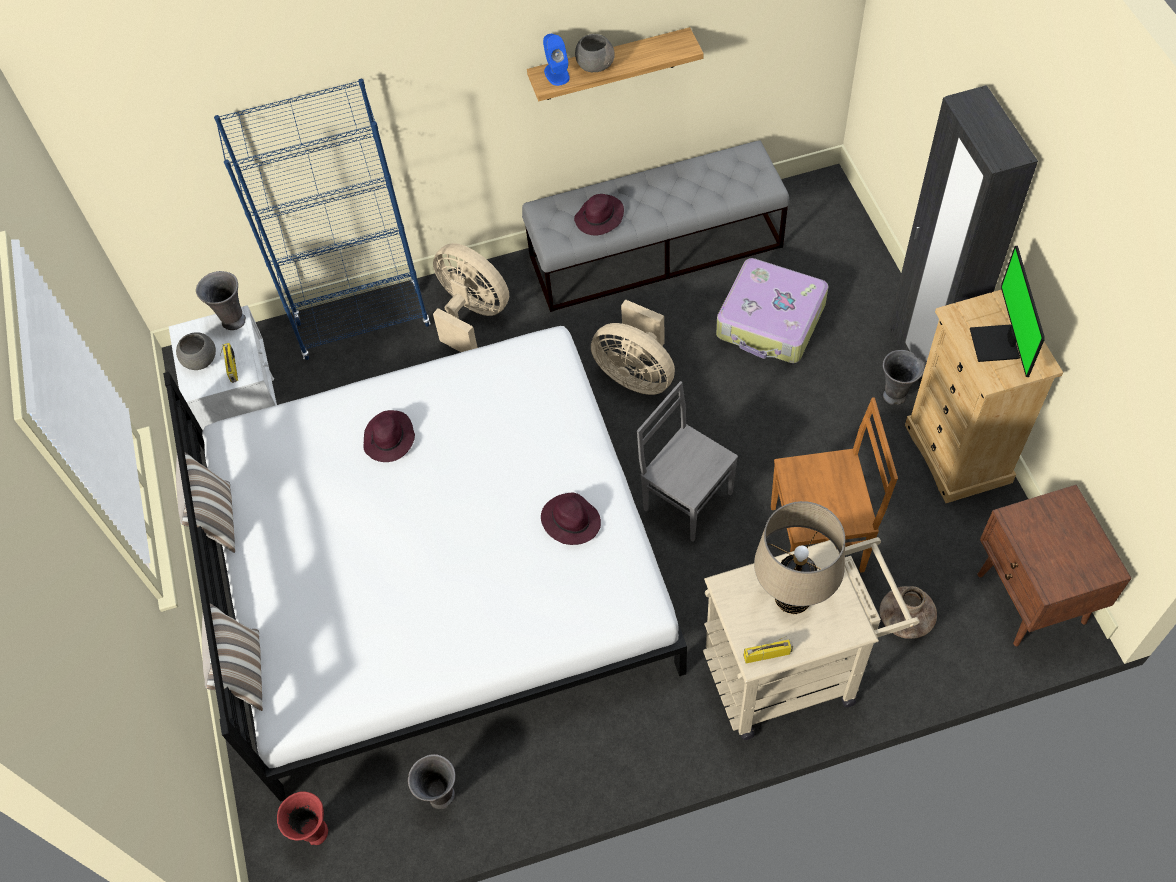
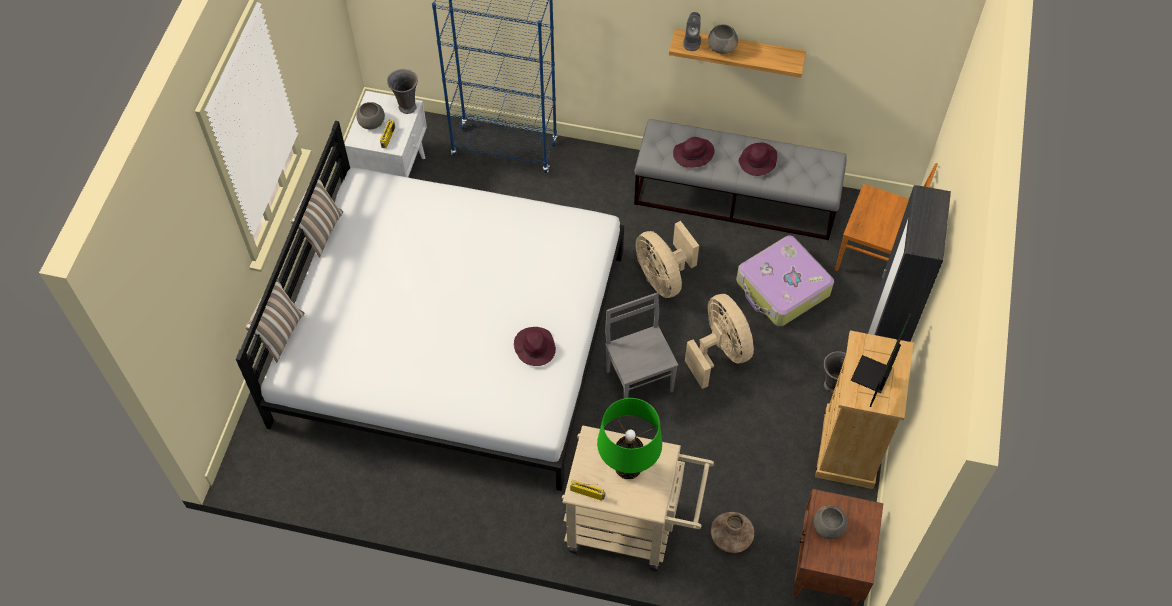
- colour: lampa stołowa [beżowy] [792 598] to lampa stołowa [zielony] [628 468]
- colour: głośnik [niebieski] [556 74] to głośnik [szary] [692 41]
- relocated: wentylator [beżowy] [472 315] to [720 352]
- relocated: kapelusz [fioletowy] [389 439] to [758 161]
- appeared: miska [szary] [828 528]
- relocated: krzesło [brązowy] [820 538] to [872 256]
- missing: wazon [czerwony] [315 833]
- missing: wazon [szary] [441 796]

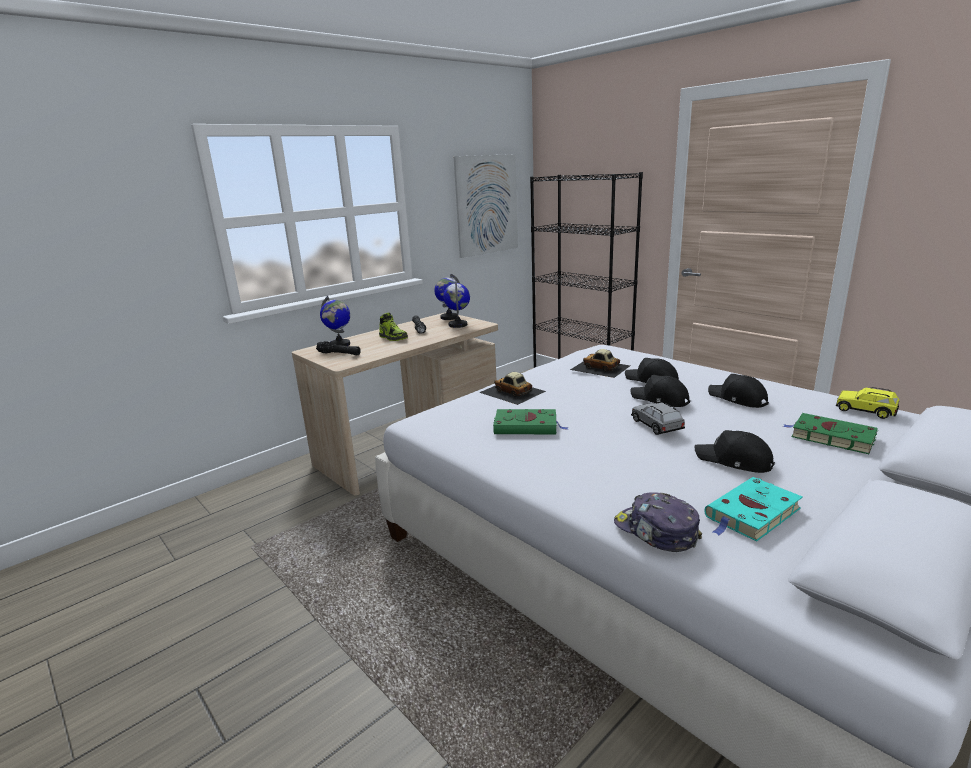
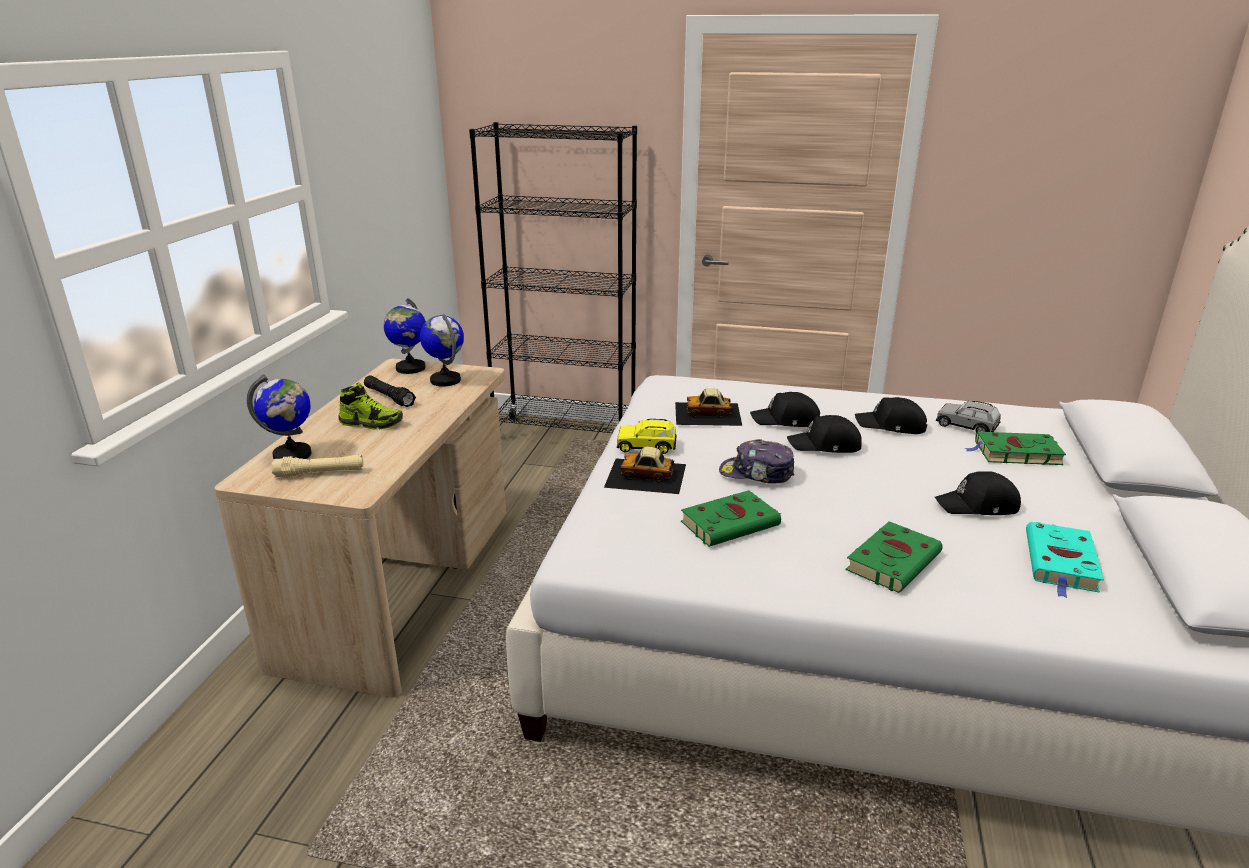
- colour: latarka [czarny] [339 354] to latarka [beżowy] [320 473]
- relocated: samochodzik [żółty] [866 411] to [646 446]
- relocated: czapka z daszkiem [655 532] to [756 473]
- appeared: książka [zielony] [894 561]
- relocated: samochodzik [szary] [656 426] to [966 426]
- missing: obraz [487 205]

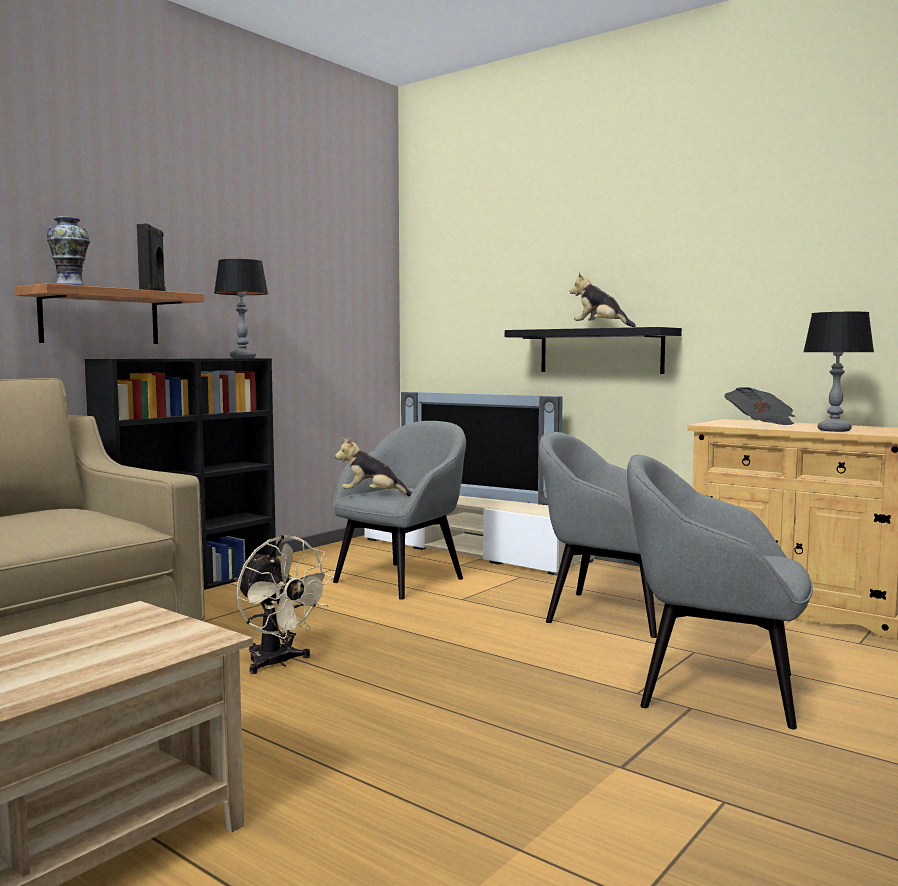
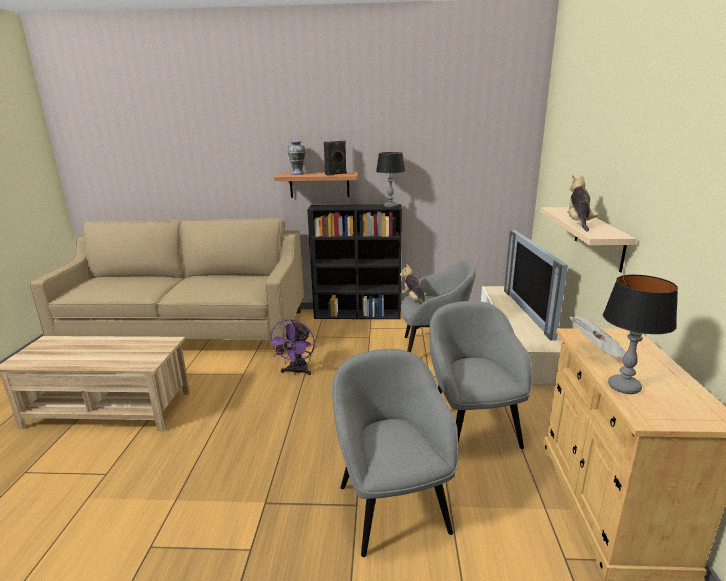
- colour: wentylator [beżowy] [277 663] to wentylator [fioletowy] [296 372]
- colour: półka [czarny] [600 351] to półka [beżowy] [599 237]

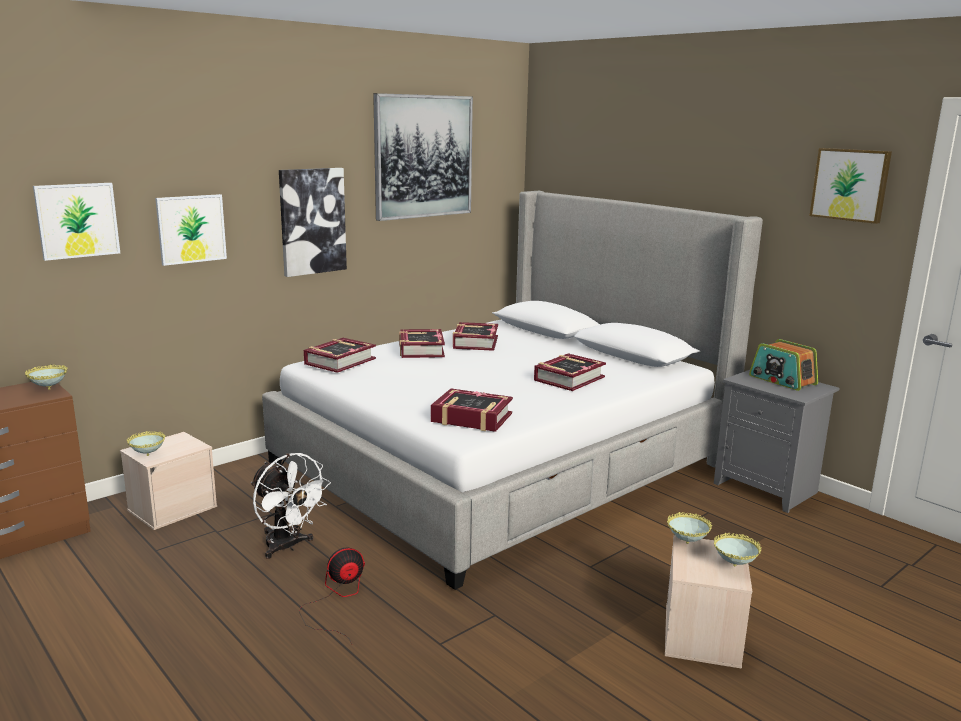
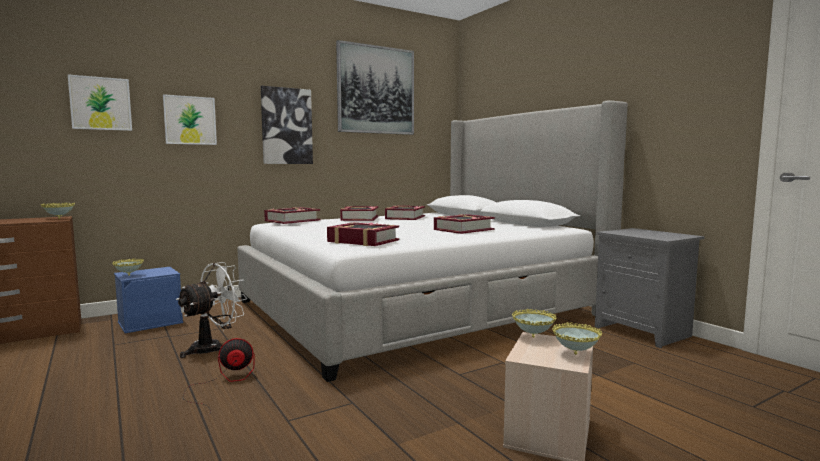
- colour: pojemnik do przechowywania [beżowy] [173 508] to pojemnik do przechowywania [niebieski] [151 322]
- spun: wentylator [biały] [287 547] = [213 348] 105 degrees counterclockwise
- missing: radio [782 380]
- missing: obraz [850 184]

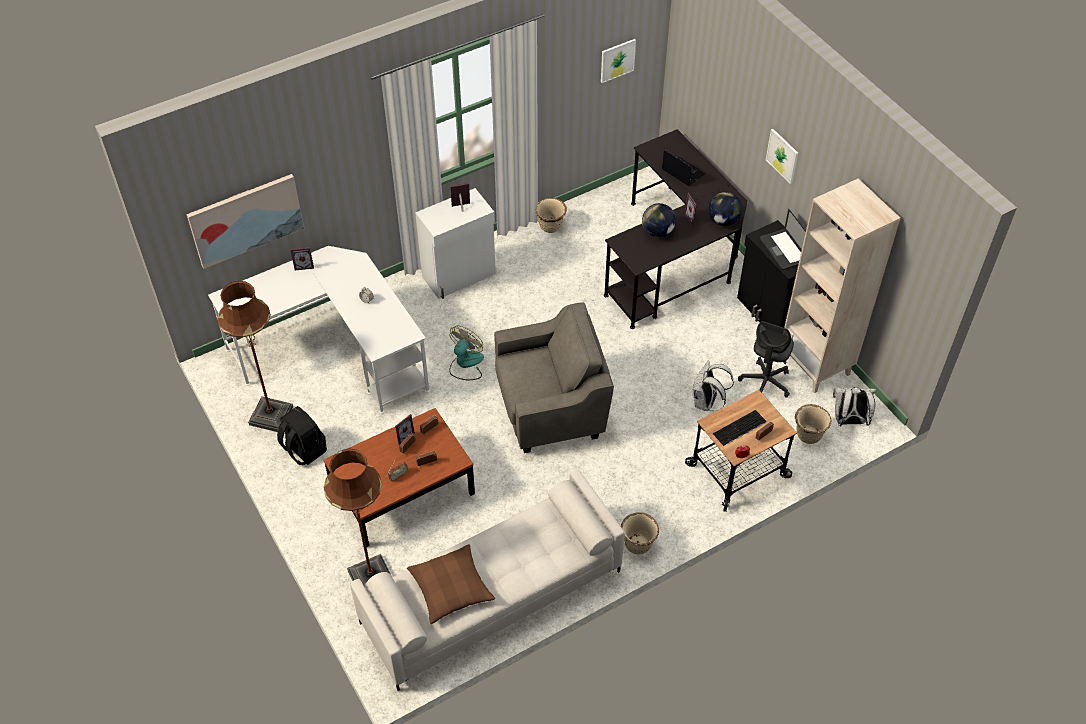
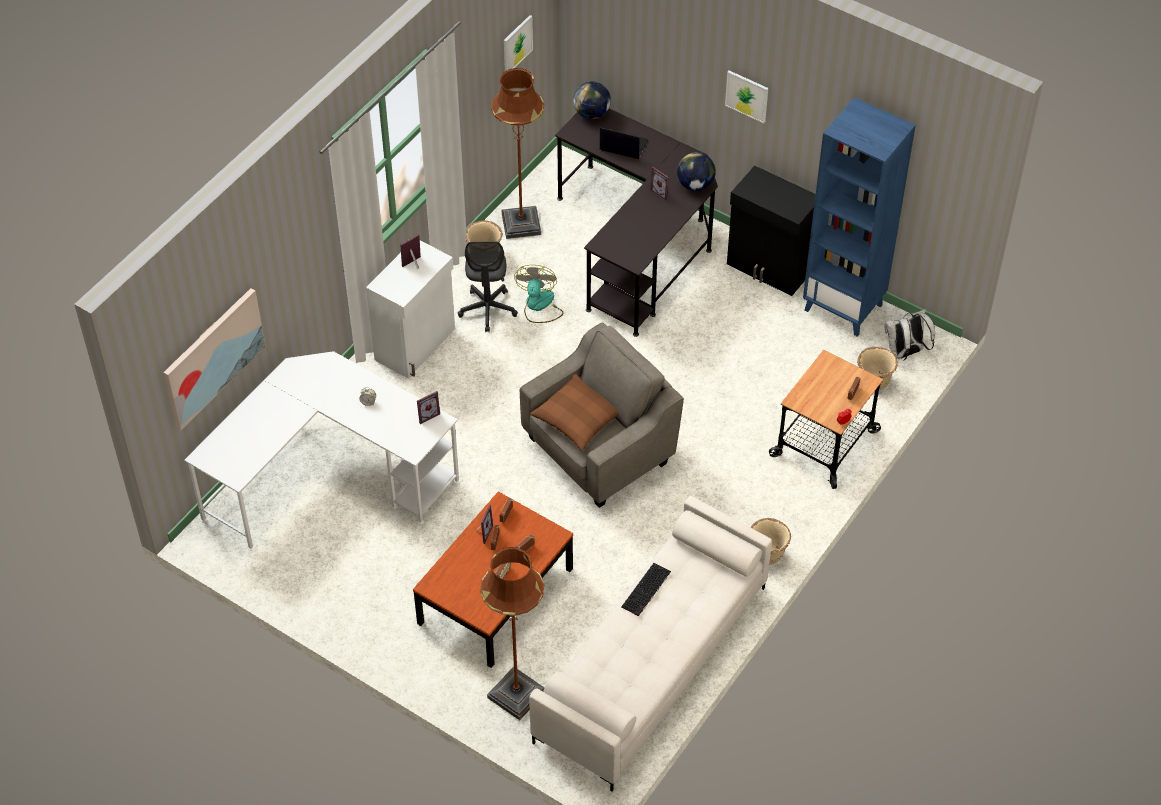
- relocated: ramka na zdjęcie [304 265] to [426 414]
- relocated: krzesło biurowe [szary] [765 383] to [488 310]
- relocated: lampa stojąca [brązowy] [271 416] to [521 224]
- relocated: wentylator [466 364] to [539 306]
- relocated: poduszka [brązowy] [451 588] to [578 418]
- relocated: globus [657 232] to [592 113]
- relocated: klawiatura [739 428] to [646 590]
- colour: regał [beżowy] [816 365] to regał [niebieski] [844 307]
- missing: plecak [czarny] [303 450]
- missing: plecak [biały] [706 403]
- missing: laptop [783 250]

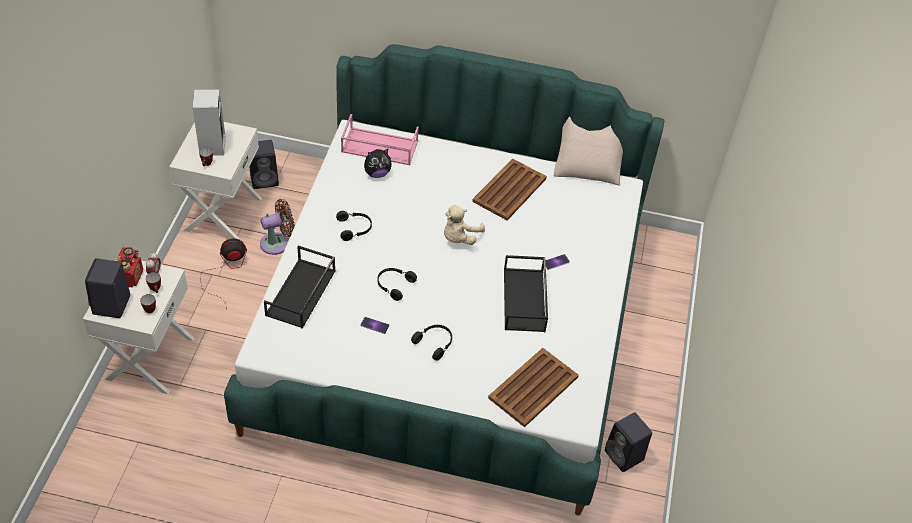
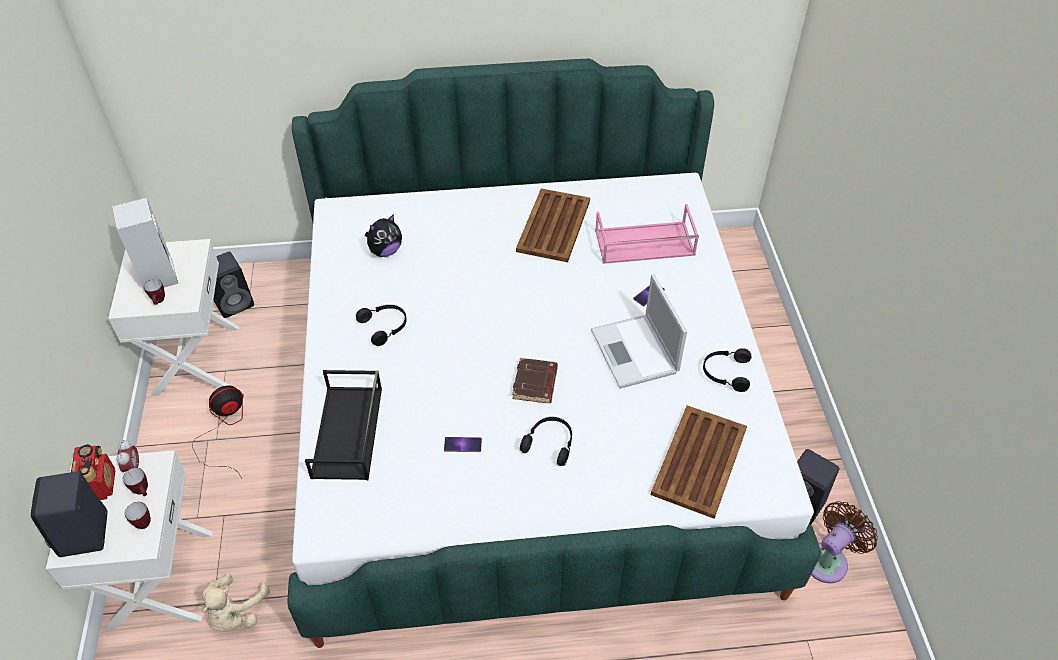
- relocated: pluszak [beżowy] [459 237] to [236 614]
- appeared: książka [brązowy] [535 384]
- exchanged: taca [czarny] [525 300] to laptop [635 352]
- relocated: taca [różowy] [378 147] to [643 244]
- relocated: słuchawki [czarny] [394 285] to [725 373]
- relocated: wentylator [brązowy] [278 243] to [829 560]
- missing: poduszka [beżowy] [588 167]

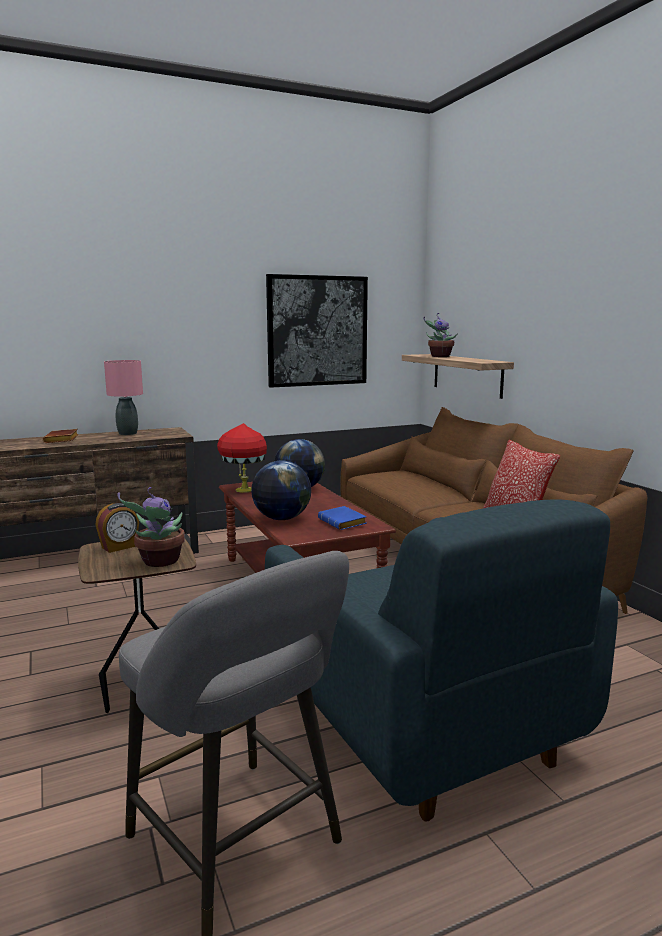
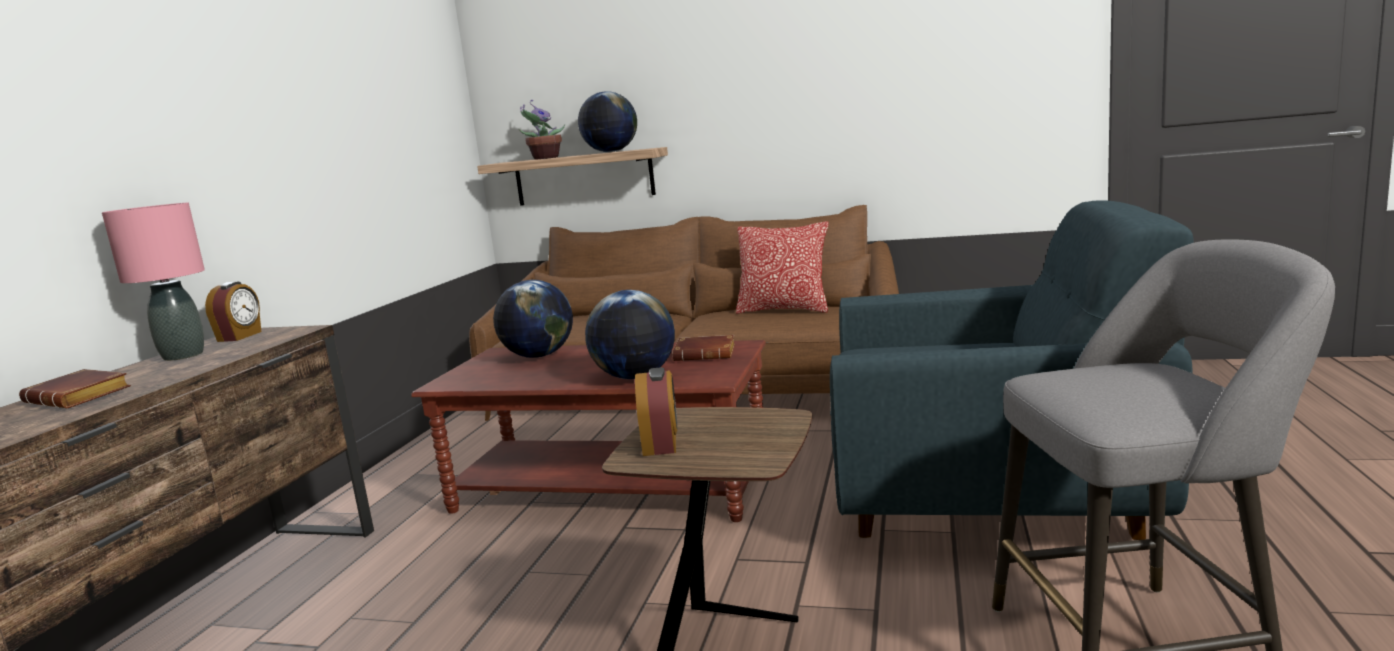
- appeared: budzik [240 336]
- appeared: globus [611 152]
- colour: książka [niebieski] [344 522] to książka [brązowy] [706 354]
- missing: roślina doniczkowa [159 562]
- missing: lampa stołowa [czerwony] [243 490]
- missing: obraz [317 331]

